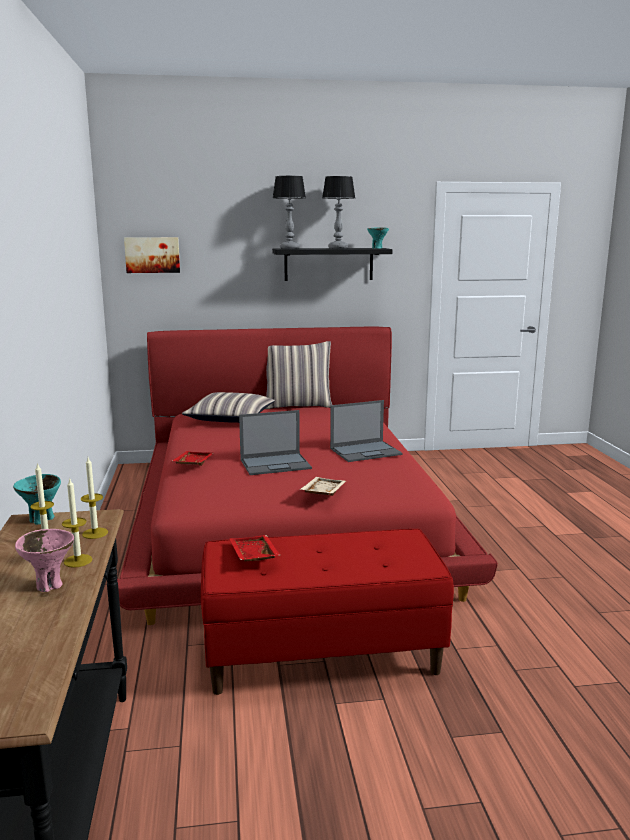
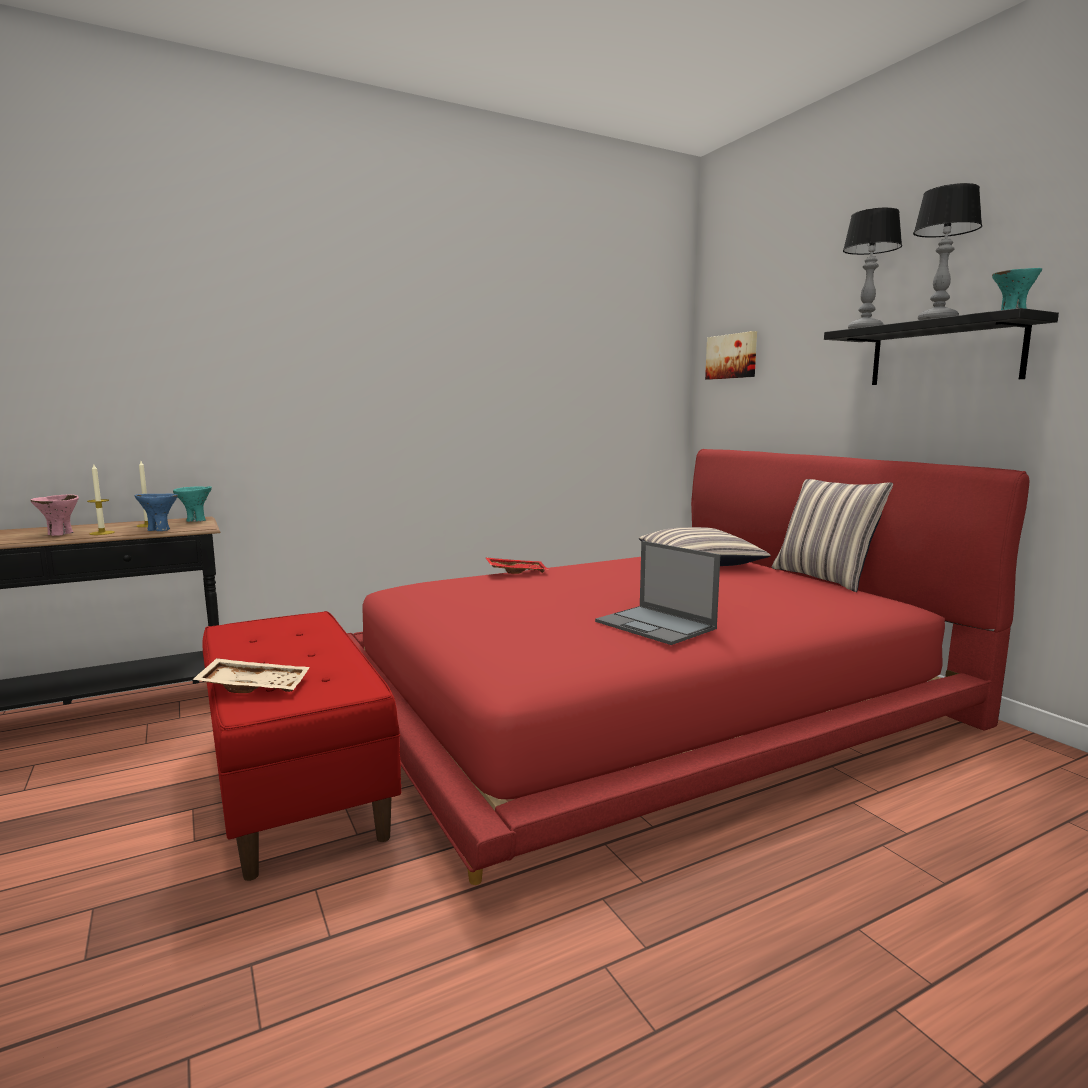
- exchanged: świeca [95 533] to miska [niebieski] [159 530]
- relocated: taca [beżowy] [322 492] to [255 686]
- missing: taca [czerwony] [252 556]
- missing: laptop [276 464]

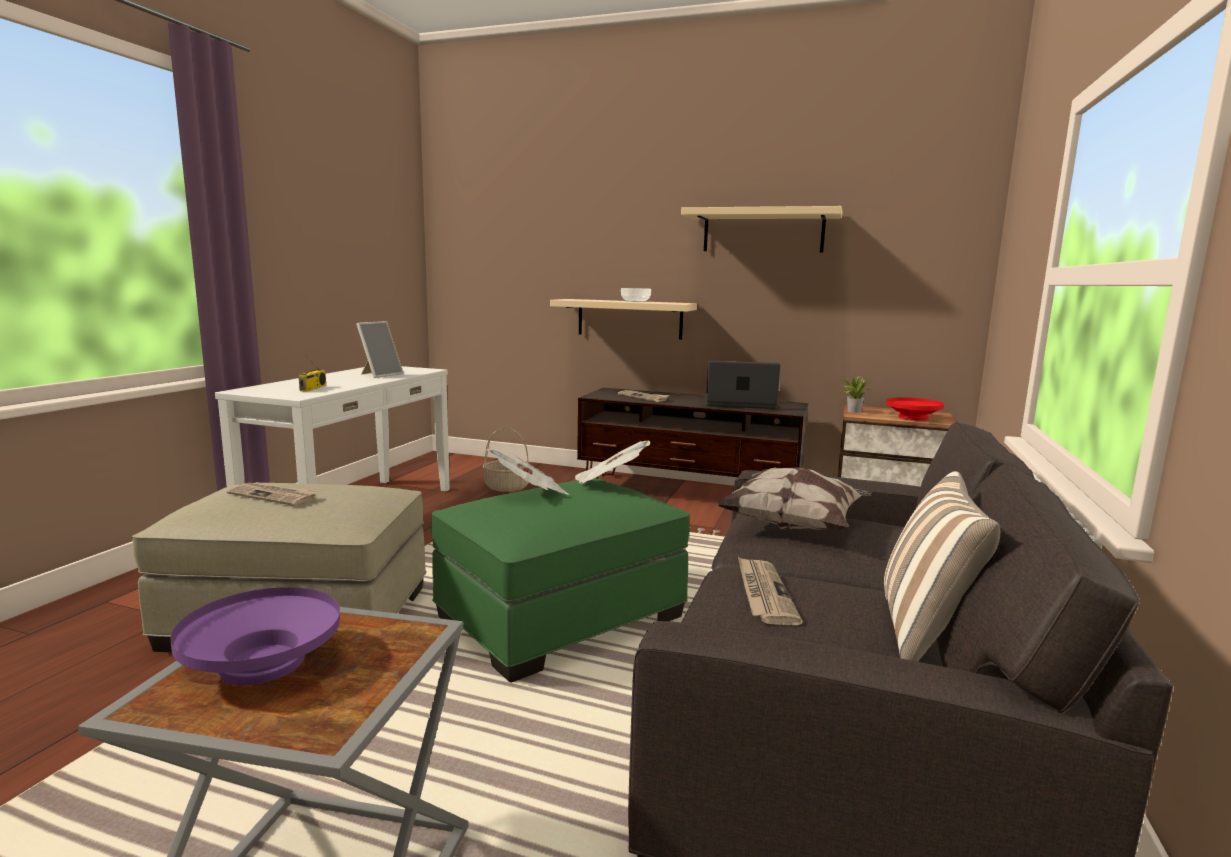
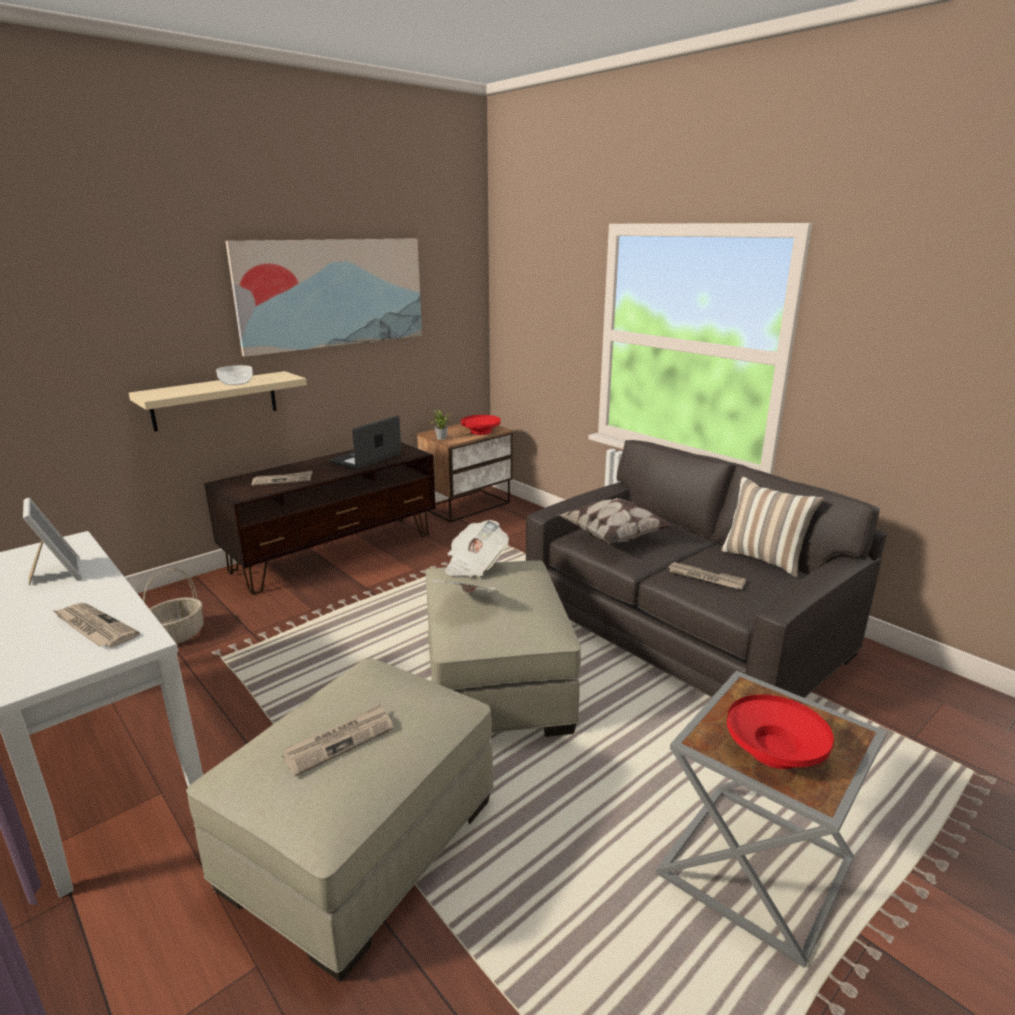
- exchanged: radio [313 388] to gazeta [94 627]
- exchanged: półka [beżowy] [763 231] to obraz [333 293]
- colour: pufa [zielony] [559 617] to pufa [beżowy] [496 685]
- colour: miska [fioletowy] [263 663] to miska [czerwony] [774 750]

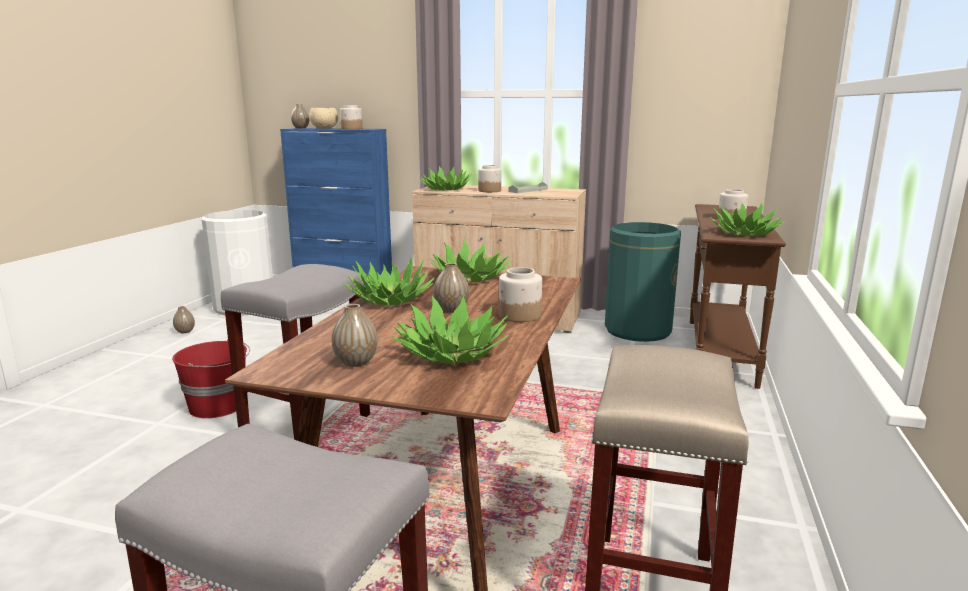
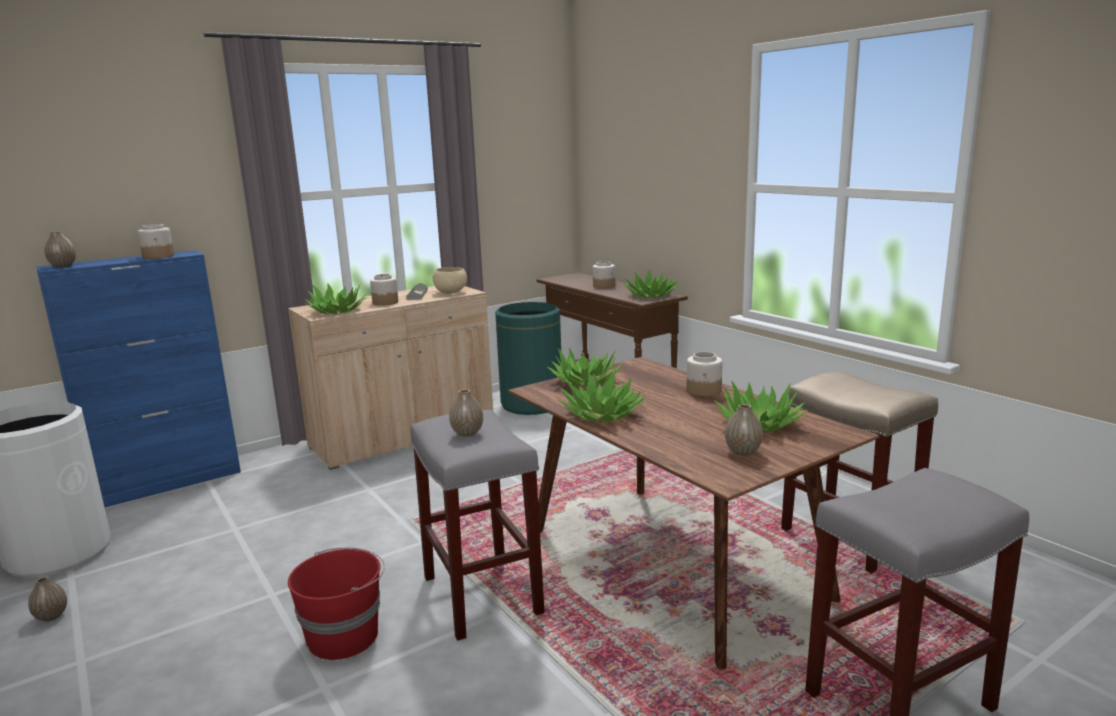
- relocated: miska [beżowy] [325 128] to [451 292]
- relocated: wazon [451 310] to [467 433]

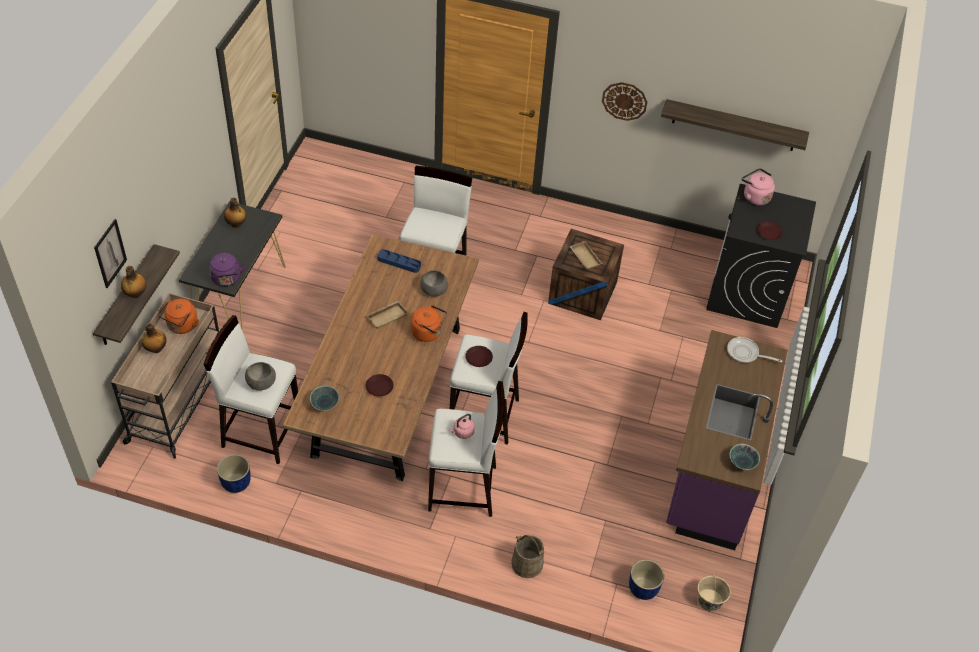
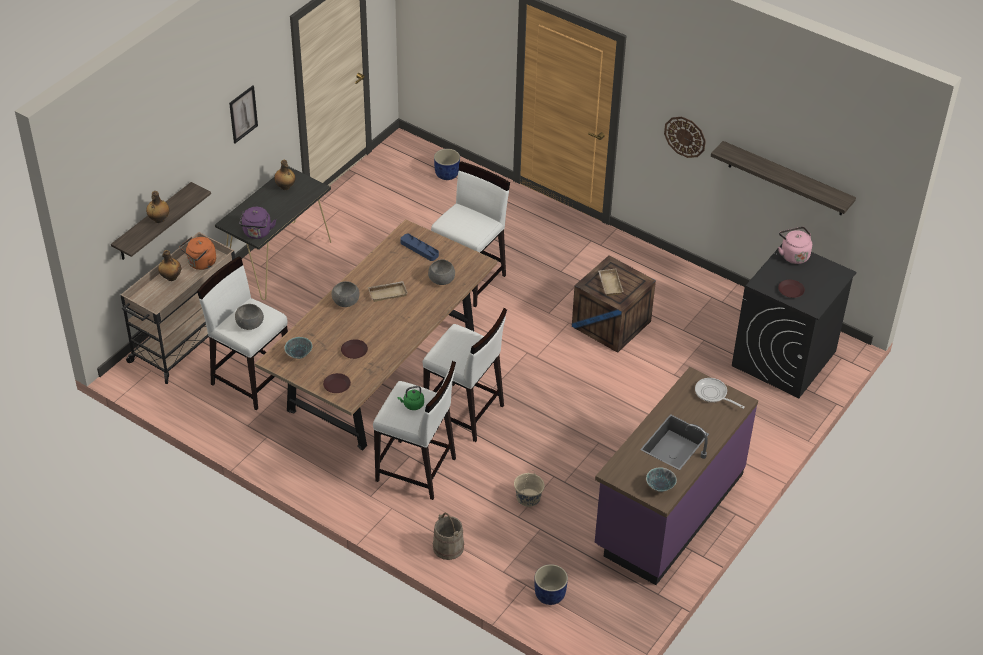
- relocated: obraz [110 253] to [243 114]
- relocated: talerz [brązowy] [479 358] to [337 385]
- appeared: miska [szary] [346 301]
- colour: czajnik [różowy] [462 432] to czajnik [zielony] [412 405]
- relocated: donica [niebieski] [236 482] to [446 174]
- relocated: wiadro [beżowy] [709 600] to [528 498]
- missing: czajnik [pomarańczowy] [428 333]

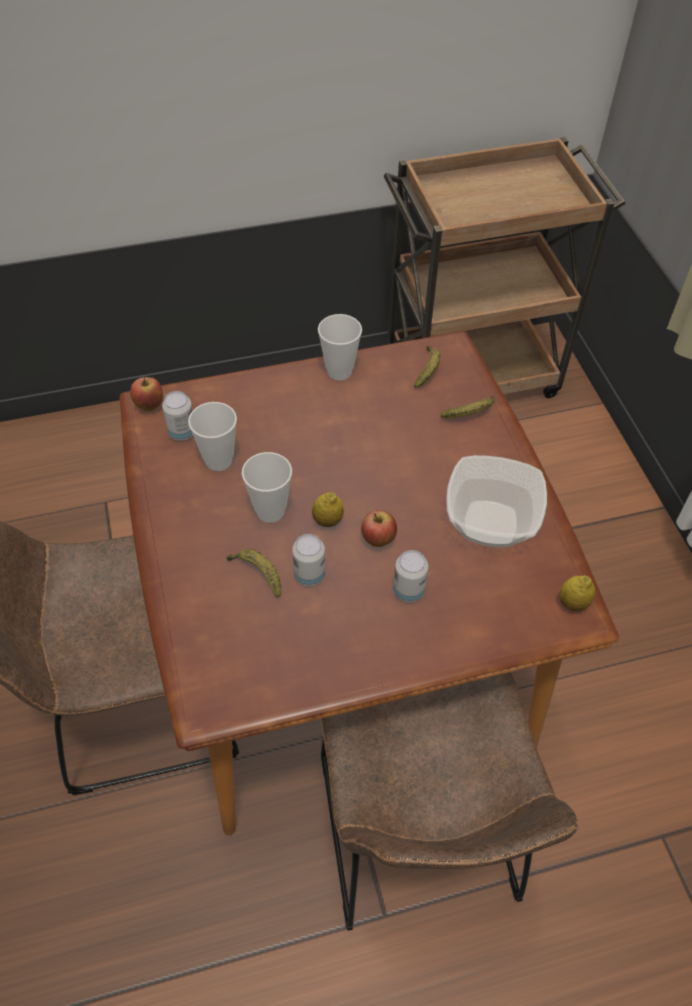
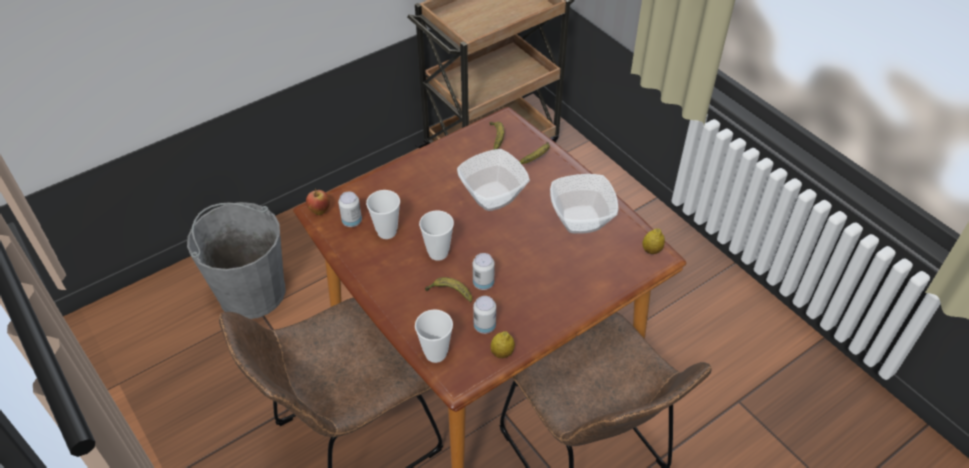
- appeared: wiadro [szary] [252 292]
- relocated: filiżanka [339 371] to [436 353]
- appeared: miska [493 195]
- relocated: puszka [408 590] to [484 326]
- relocated: cytryna [327 520] to [502 353]
- missing: jabłko [378 540]

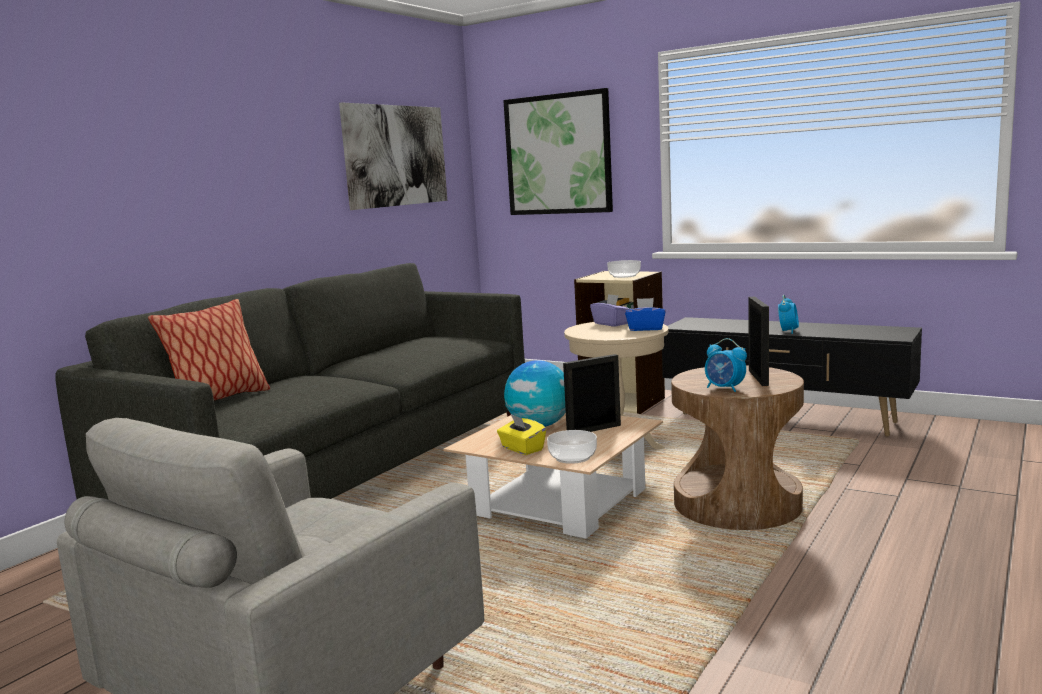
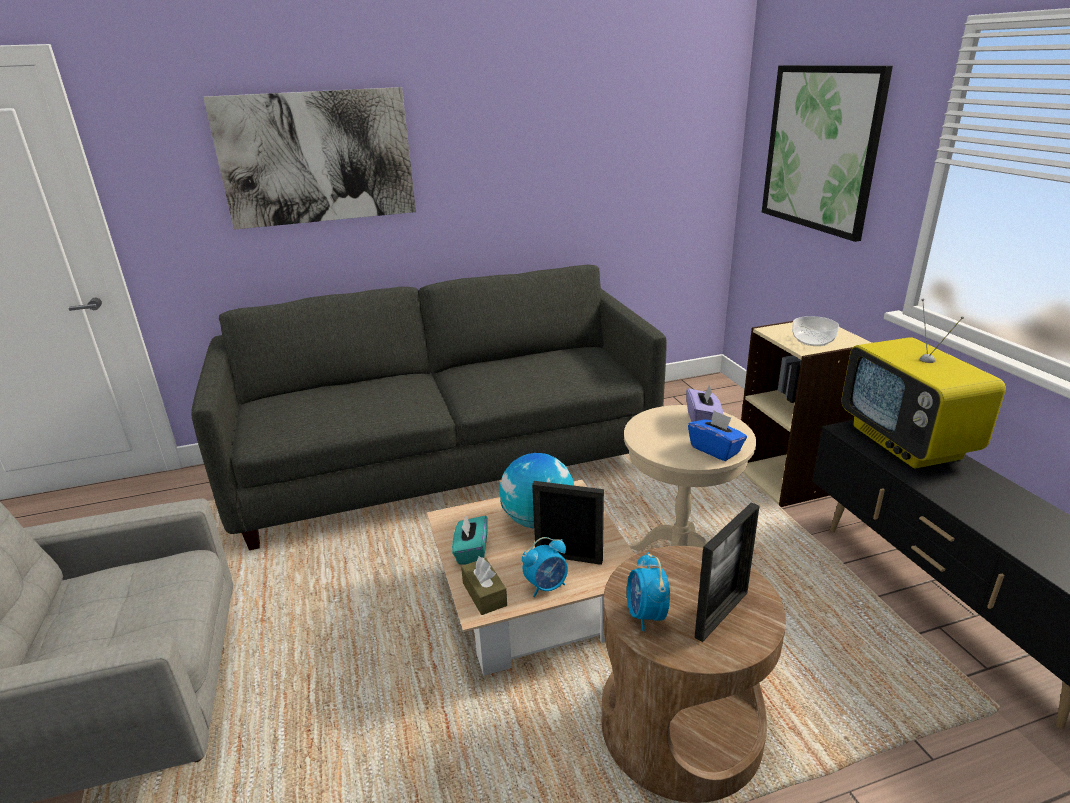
- relocated: obraz [396 155] to [317 158]
- colour: pudełko chusteczek [żółty] [522 449] to pudełko chusteczek [turkusowy] [471 552]
- exchanged: miska [572 457] to pudełko chusteczek [brązowy] [484 594]
- relocated: budzik [788 331] to [546 586]
- appeared: telewizor [907 443]
- missing: poduszka [219 400]

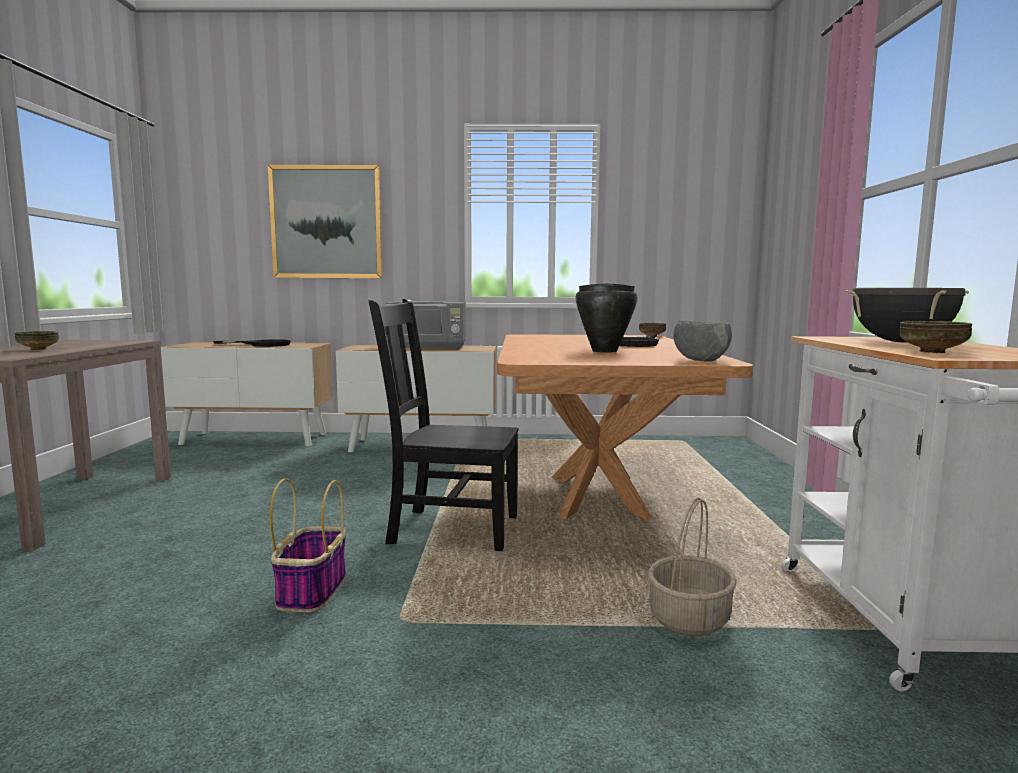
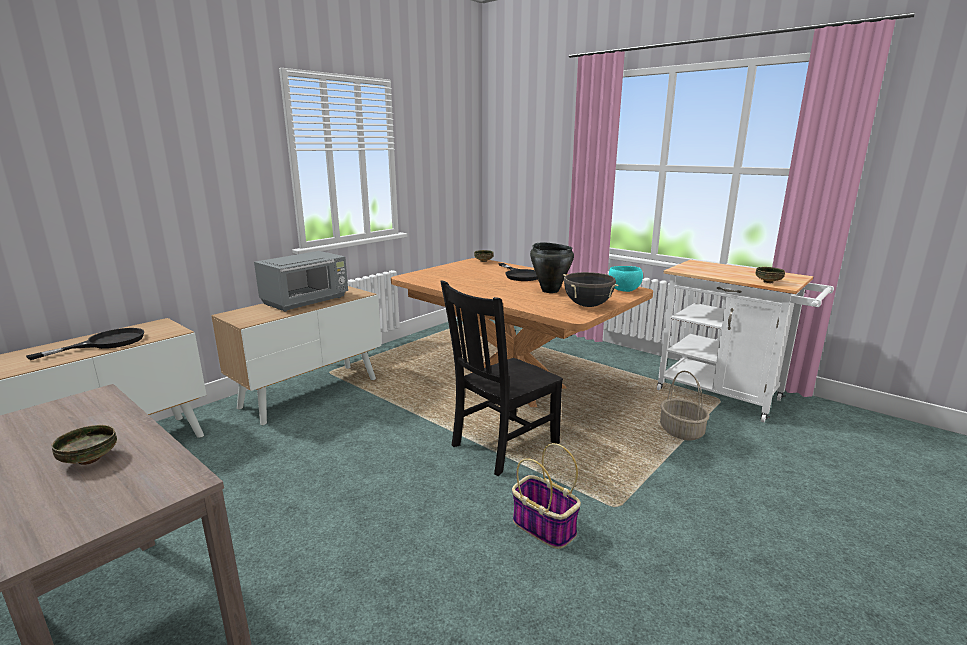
- relocated: garnek [czarny] [901 342] to [587 305]
- colour: miska [szary] [700 361] to miska [turkusowy] [624 290]
- missing: obraz [326 222]

